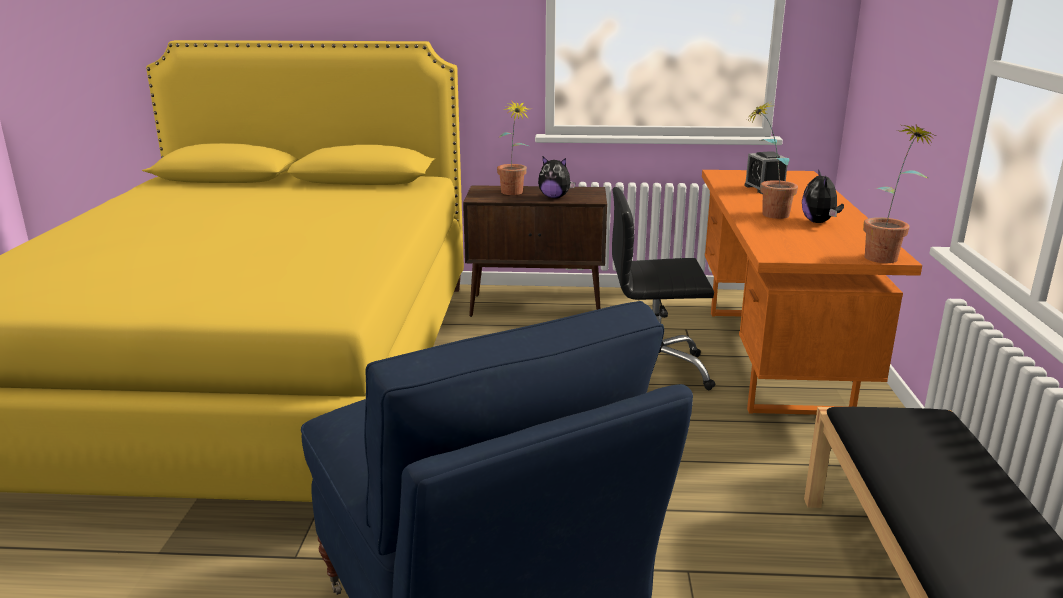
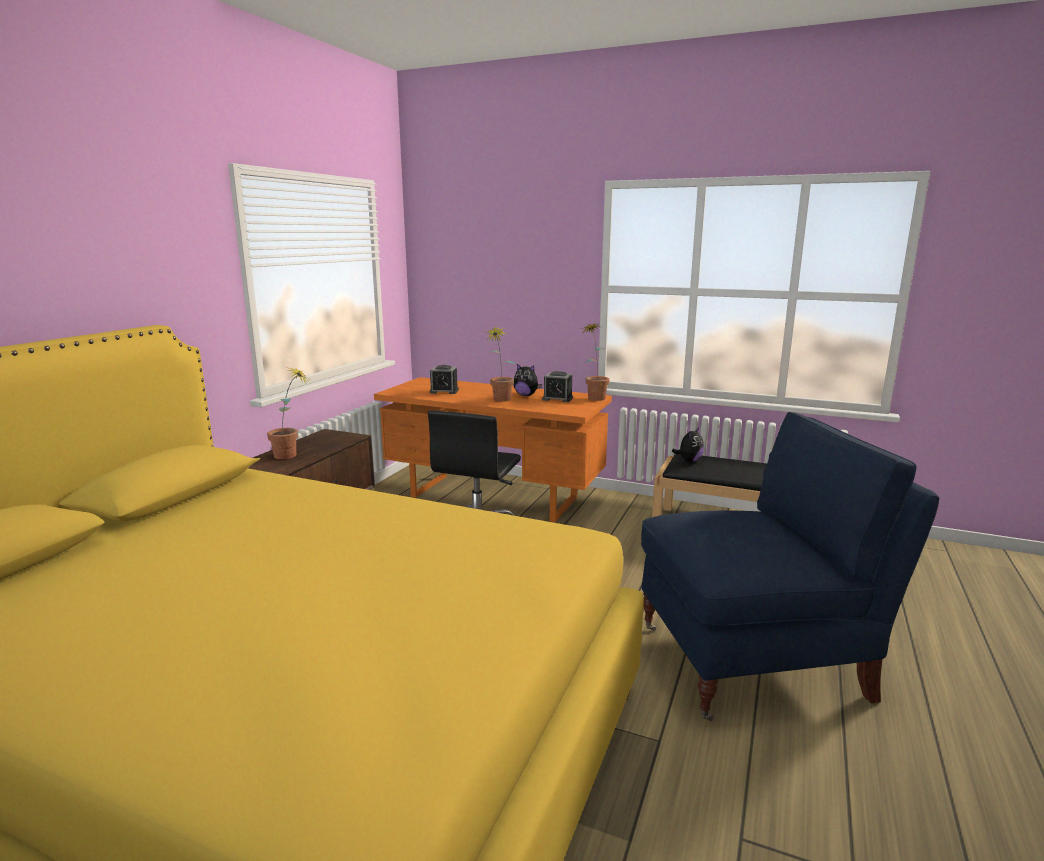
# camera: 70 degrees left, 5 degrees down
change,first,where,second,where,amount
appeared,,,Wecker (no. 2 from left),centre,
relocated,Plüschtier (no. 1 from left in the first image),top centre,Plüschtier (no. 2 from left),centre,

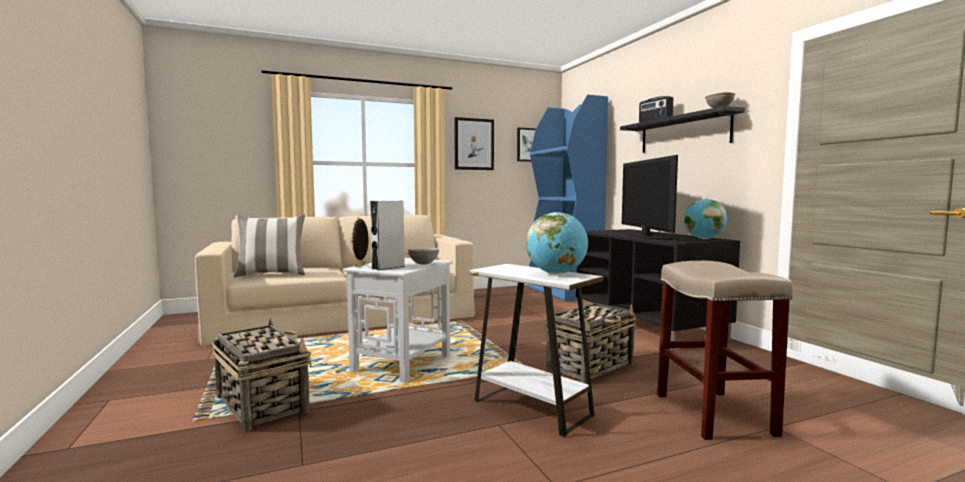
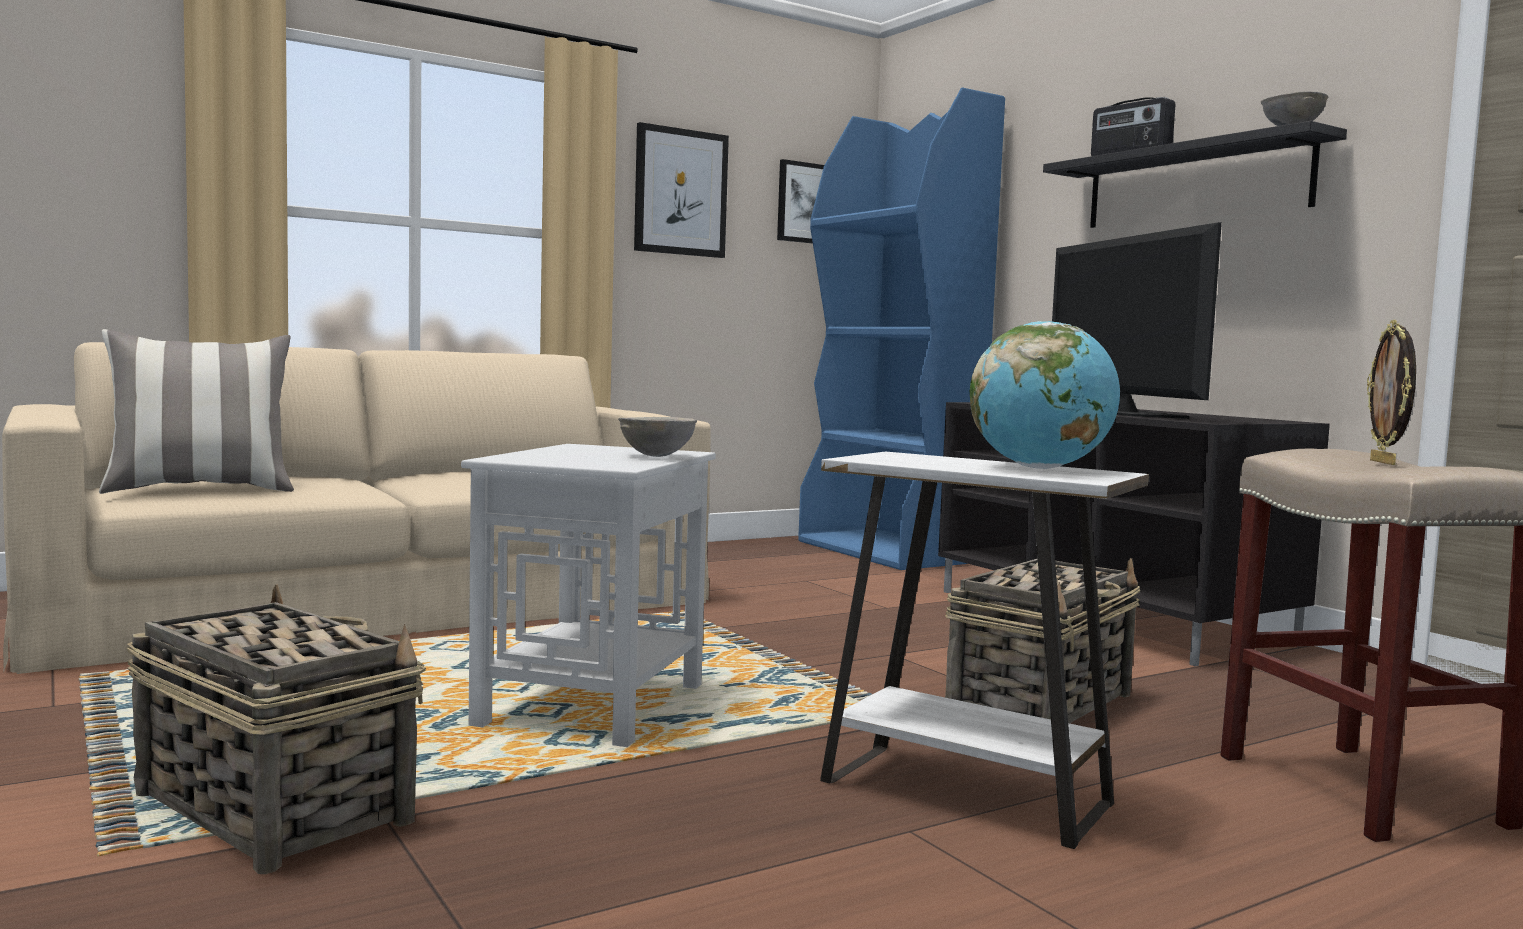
# camera: 10 degrees left, 0 degrees up
change,first,where,second,where,amount
relocated,Bilderrahmen,centre,,middle right,
missing,Lautsprecher/grau,centre,,,
missing,Globus (no. 2 from left),middle right,,,

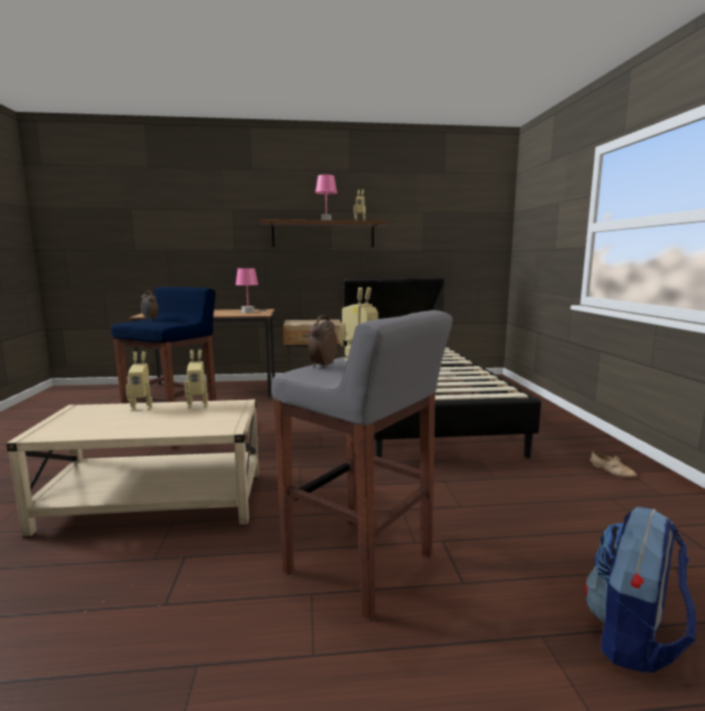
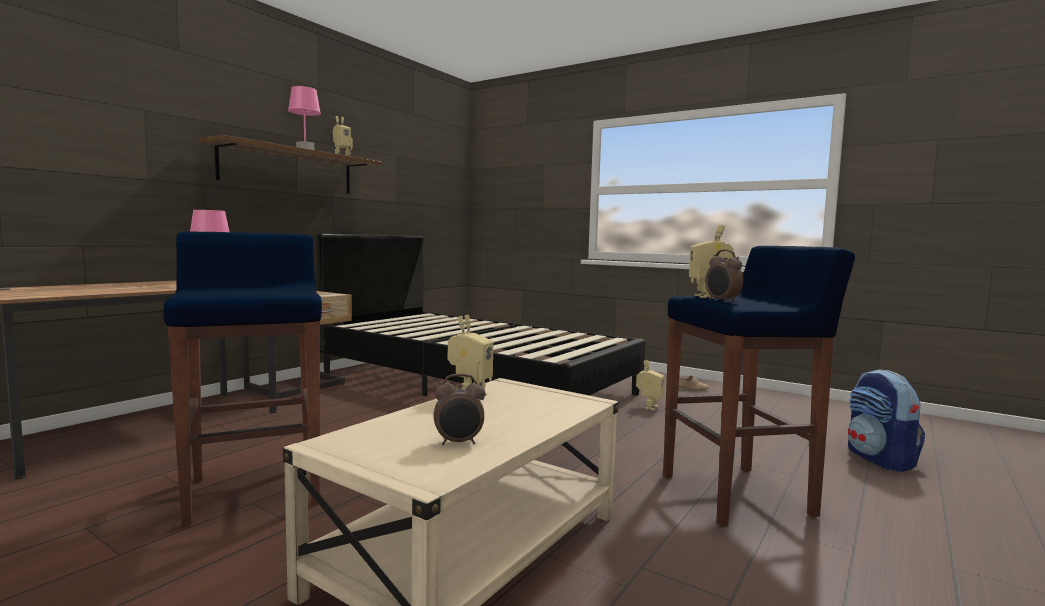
# camera: 50 degrees left, 5 degrees down
change,first,where,second,where,amount
relocated,Wecker (no. 1 from left),middle left,,bottom centre,
relocated,Spielzeugroboter (no. 1 from left in the first image),middle left,Spielzeugroboter (no. 3 from left),centre,
colour,Hocker/grau,centre,Hocker/blau (no. 2 from left),middle right,

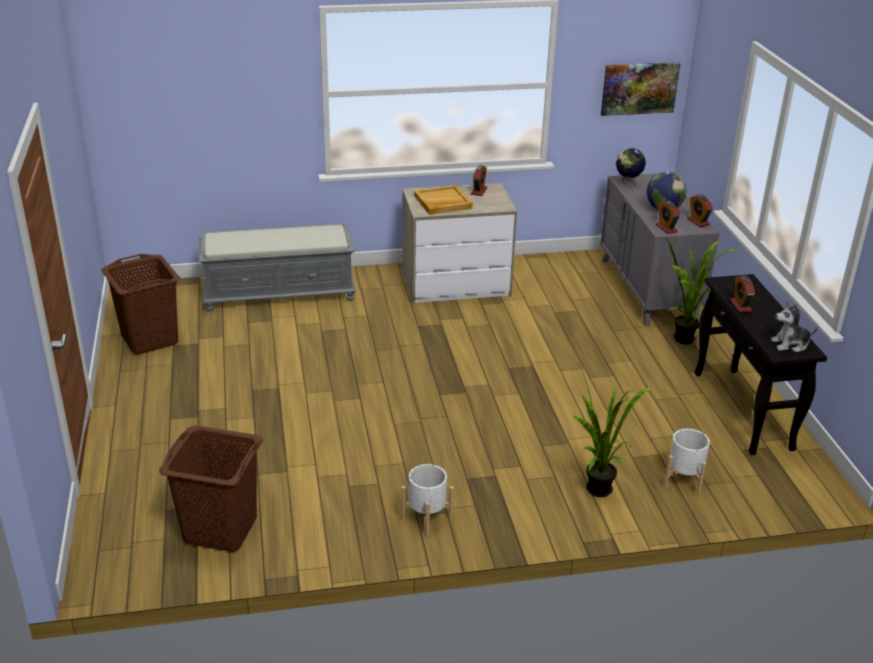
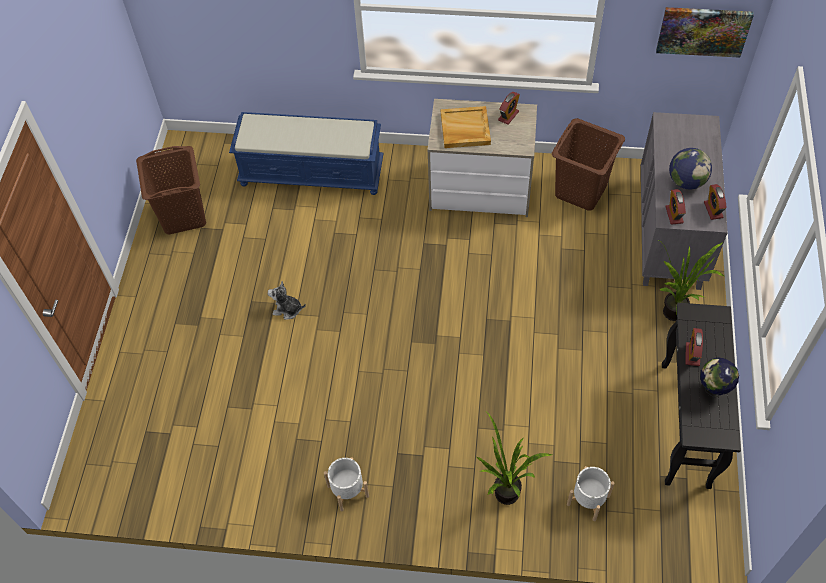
# camera: 20 degrees right, 25 degrees up
change,first,where,second,where,amount
colour,Bank/grau,middle left,Bank/blau,top centre,
relocated,Plüschtier,middle right,,centre,
relocated,Wäschekorb/braun (no. 2 from left),bottom left,,top right,
relocated,Globus (no. 1 from left in the first image),top right,Globus (no. 2 from left),middle right,

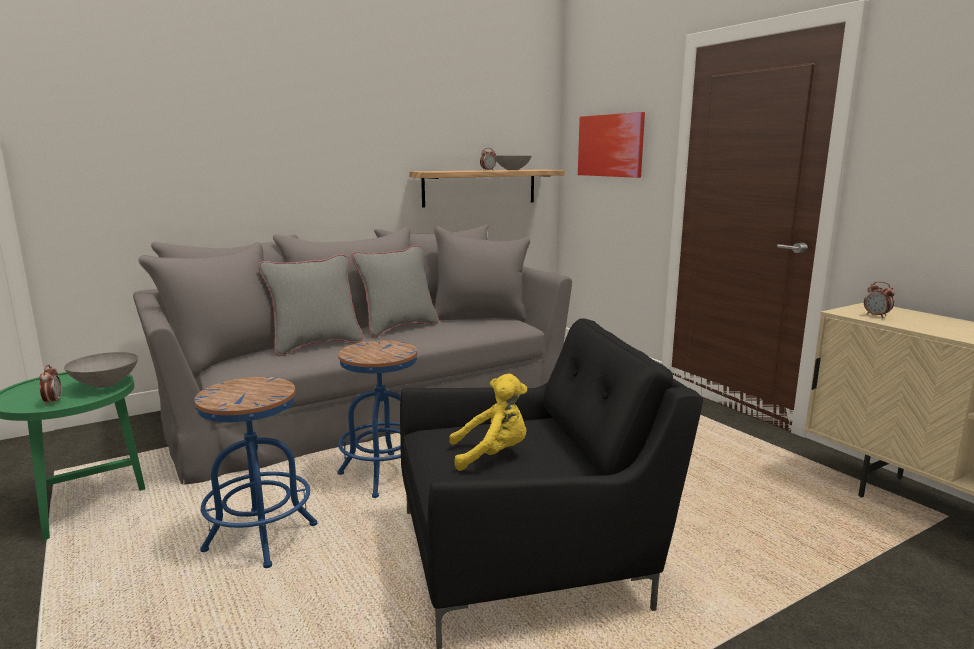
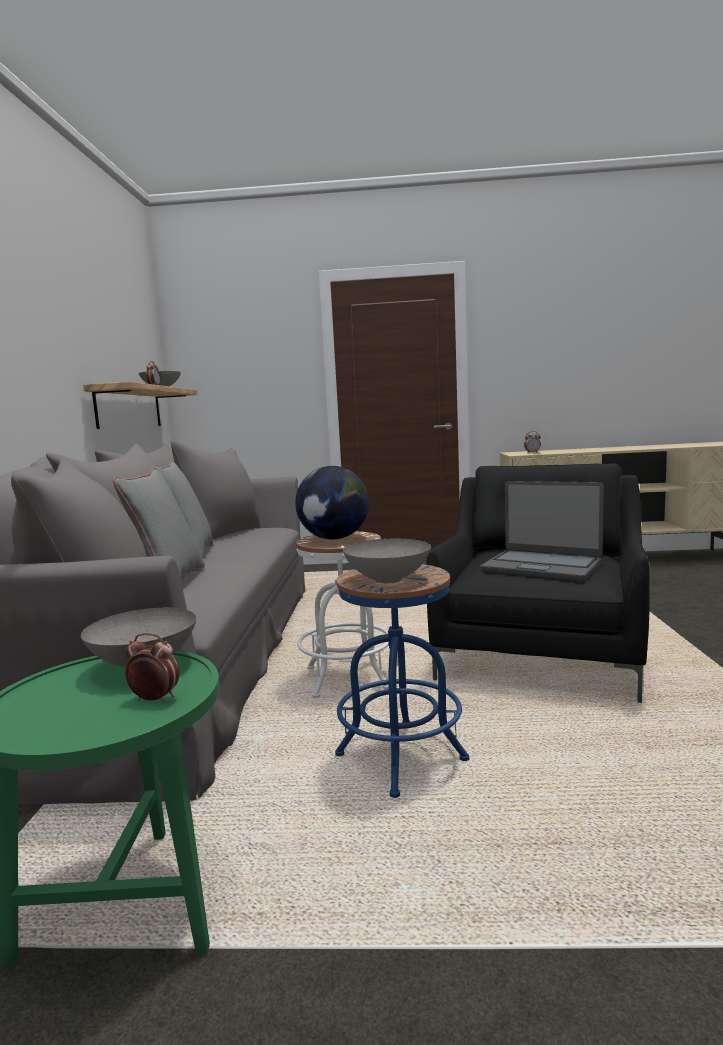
# camera: 55 degrees left, 5 degrees down
change,first,where,second,where,amount
appeared,,,Globus,centre,
colour,Hocker/blau (no. 2 from left),centre,Hocker/weiß,centre,
appeared,,,Schüssel/grau (no. 3 from left),centre,
exchanged,Plüschtier/gelb,centre,Laptop,middle right,
missing,Bild,top centre,,,

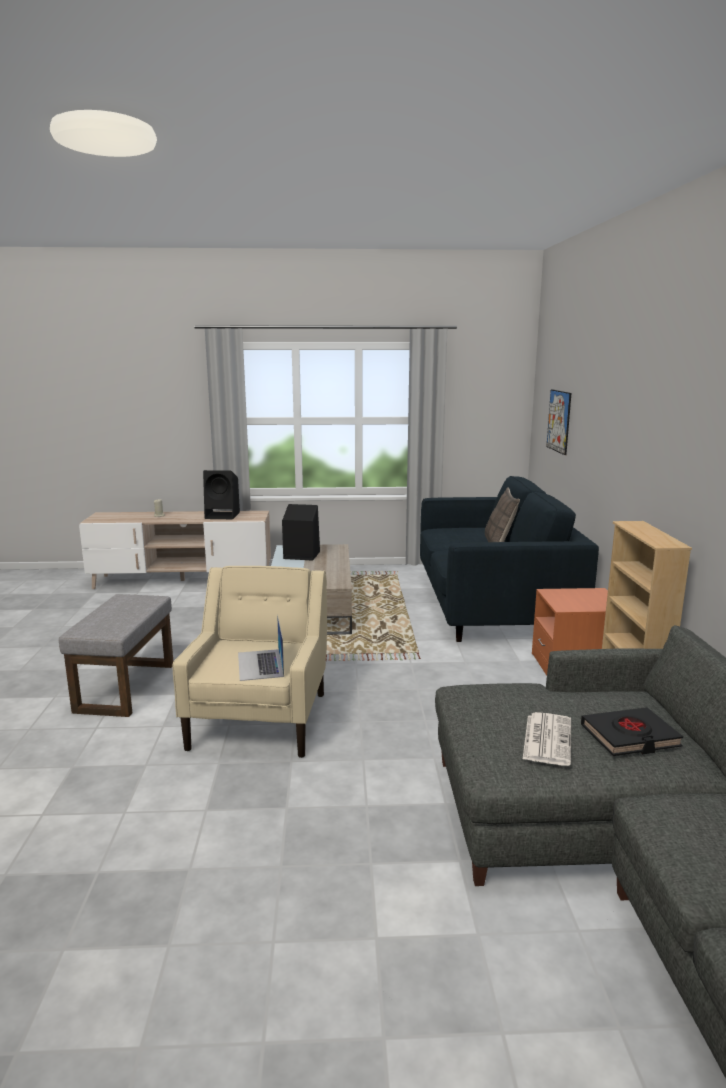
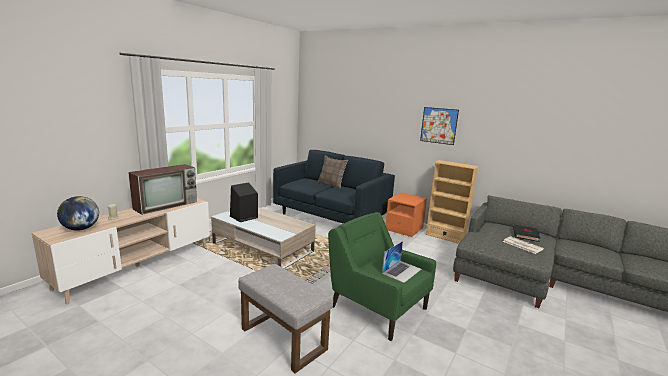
# camera: 55 degrees left, 0 degrees up
change,first,where,second,where,amount
appeared,,,Globus,middle left,
exchanged,Lautsprecher/schwarz (no. 1 from left),middle left,Fernseher,middle left,
colour,Sessel/beige,centre,Sessel/grün,bottom centre,
spun,Laptop,centre,,bottom centre,75 degrees counterclockwise
relocated,Bild,middle right,,centre,

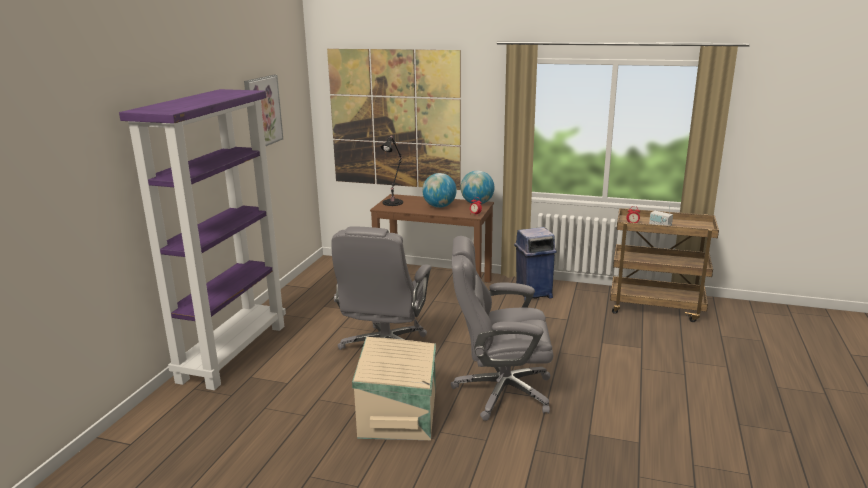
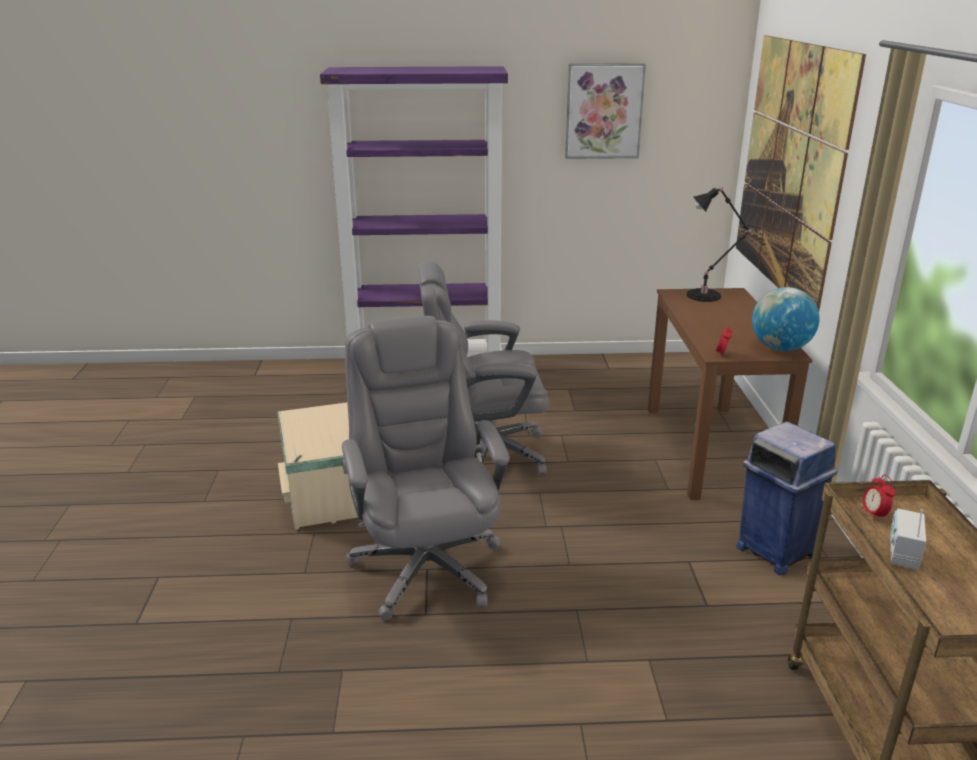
# camera: 70 degrees right, 5 degrees up
change,first,where,second,where,amount
missing,Globus (no. 1 from left),centre,,,

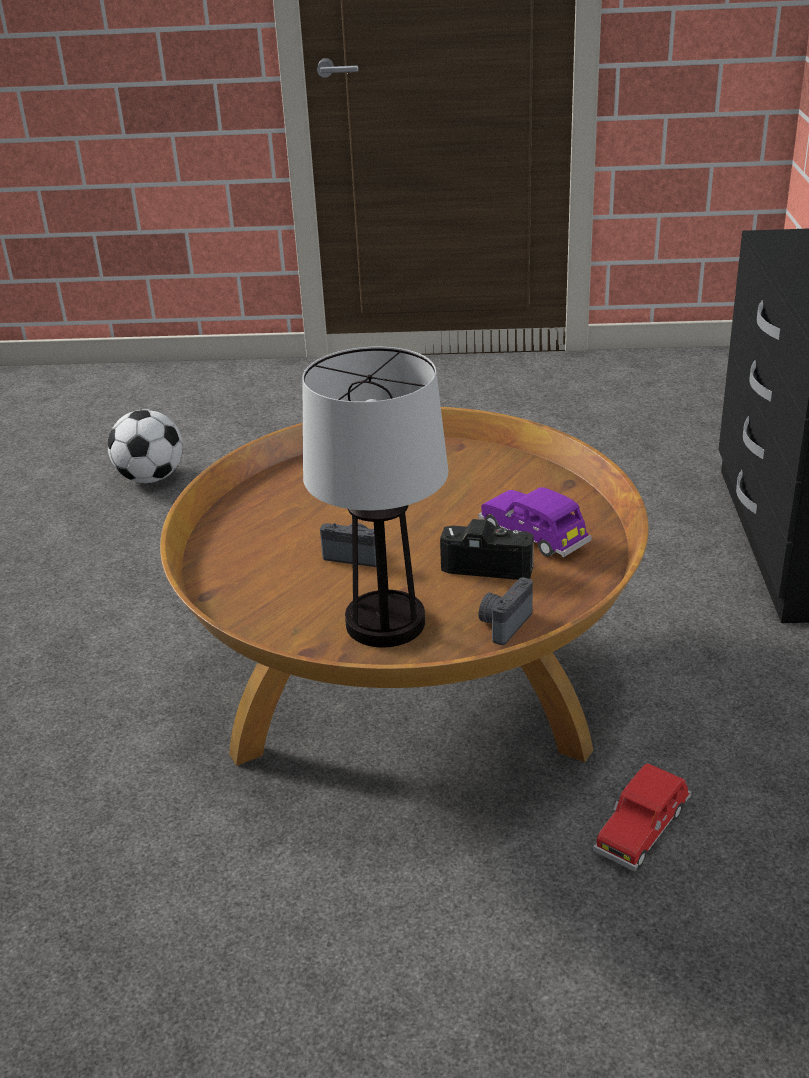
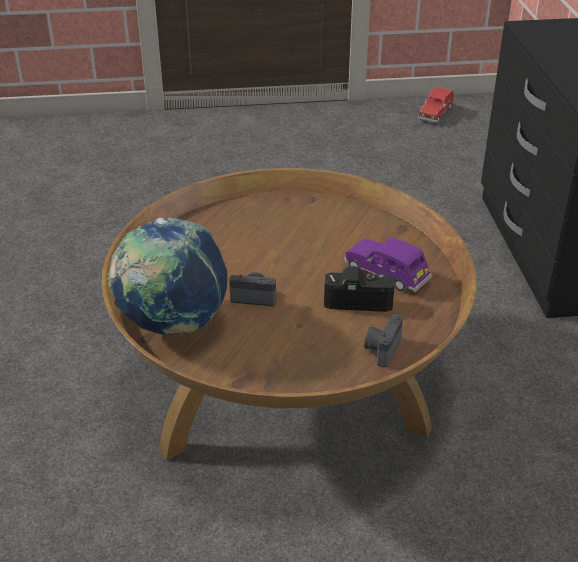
# camera: 10 degrees left, 5 degrees up
change,first,where,second,where,amount
appeared,,,Globus,middle left,
relocated,Spielzeugauto/rot,bottom right,,top right,
missing,Fußball,middle left,,,
missing,Tischlampe,centre,,,

